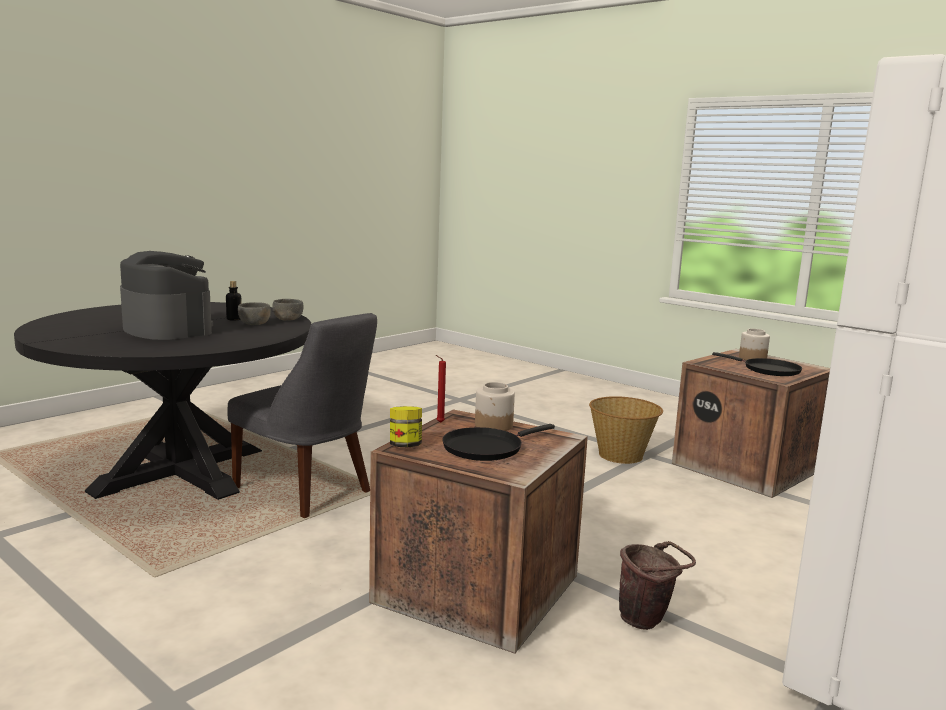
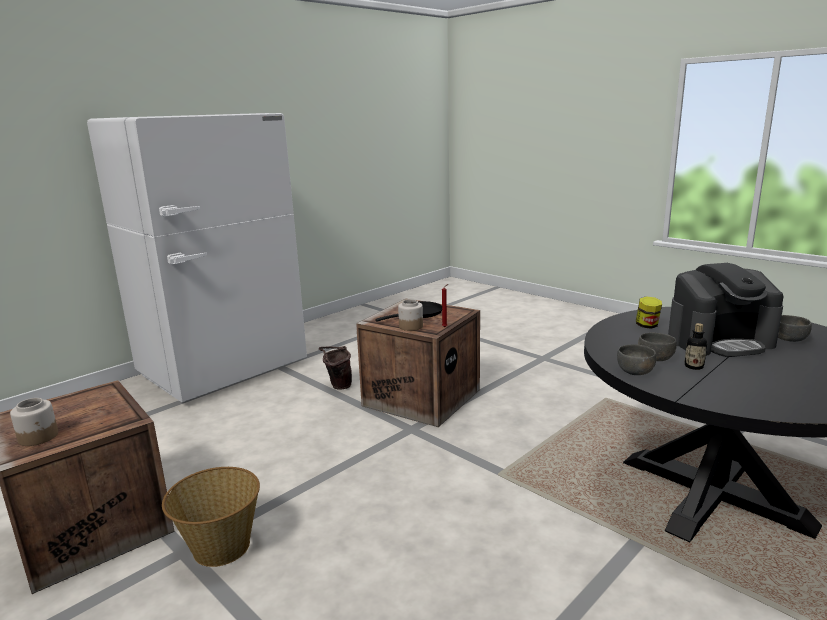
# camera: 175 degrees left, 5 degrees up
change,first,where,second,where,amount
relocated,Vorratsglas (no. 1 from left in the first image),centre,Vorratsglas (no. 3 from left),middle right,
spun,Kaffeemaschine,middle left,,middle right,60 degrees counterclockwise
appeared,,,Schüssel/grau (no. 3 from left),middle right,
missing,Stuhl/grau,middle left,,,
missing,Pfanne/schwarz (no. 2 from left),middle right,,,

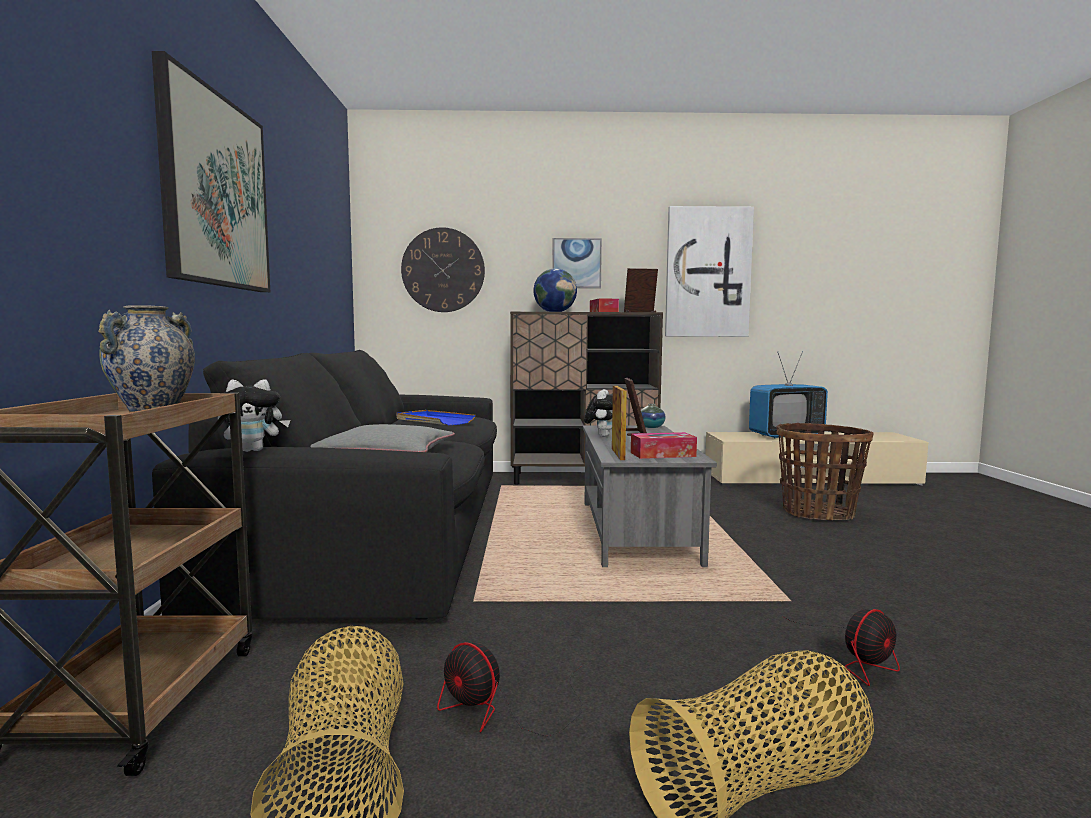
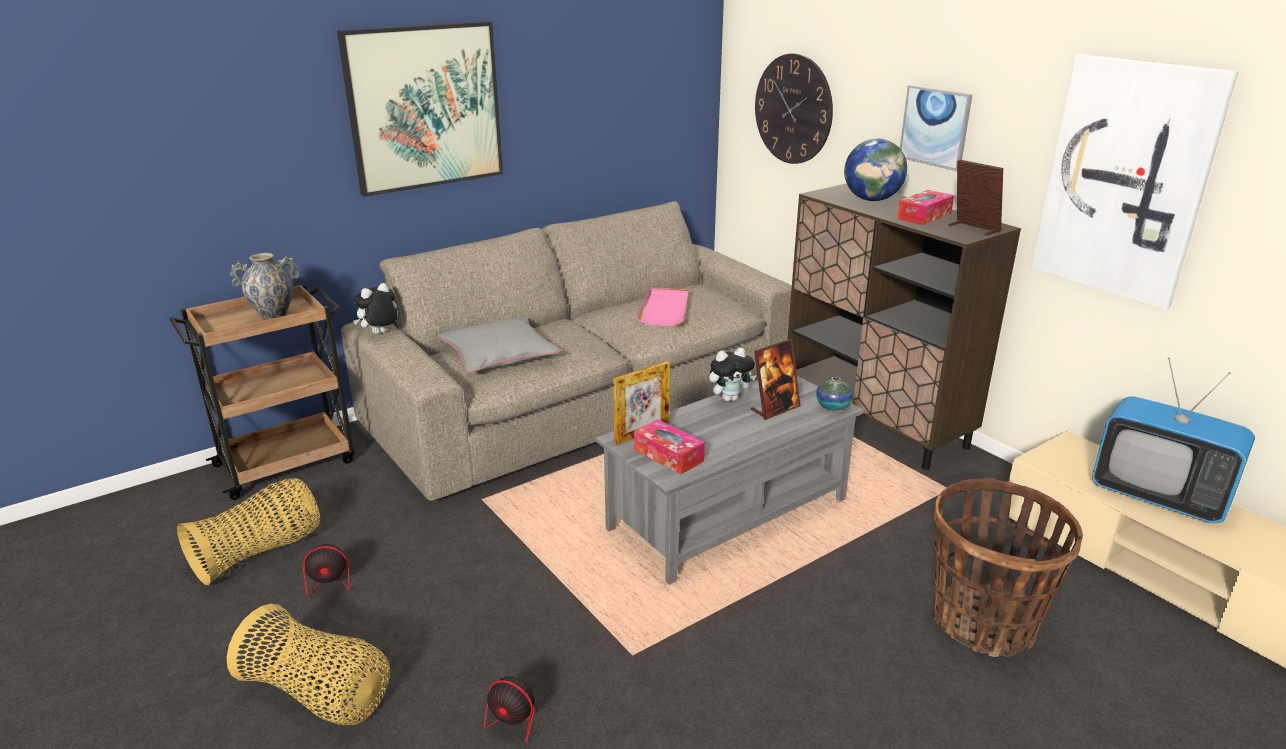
# camera: 55 degrees right, 20 degrees up
change,first,where,second,where,amount
spun,Ventilator (no. 1 from left),bottom centre,,bottom left,105 degrees counterclockwise
colour,Sofa/schwarz,middle left,Sofa/beige,centre,
spun,Plüschtier (no. 1 from left),middle left,,middle left,105 degrees clockwise
colour,Tablett/blau,centre,Tablett/rosa,centre,

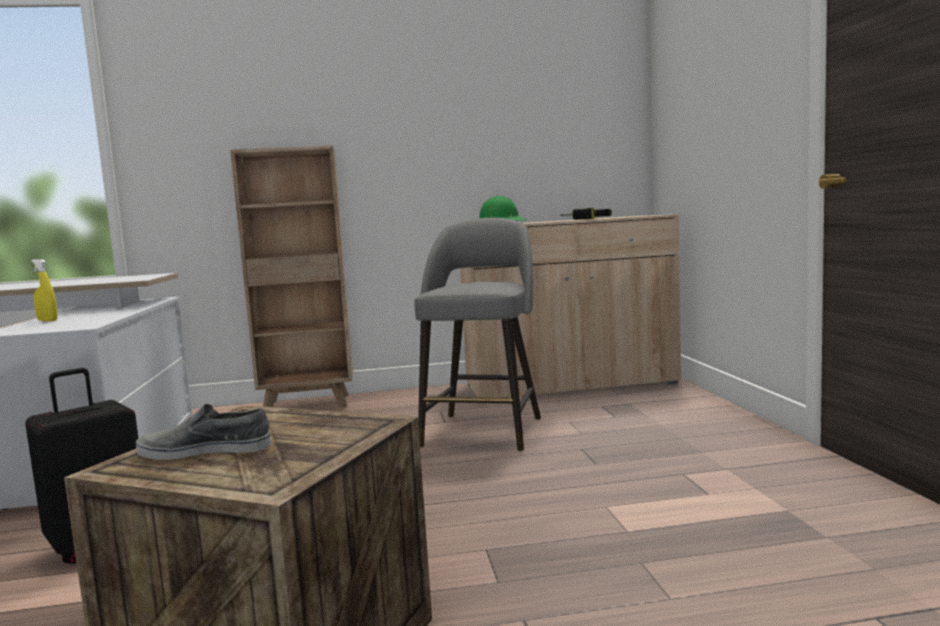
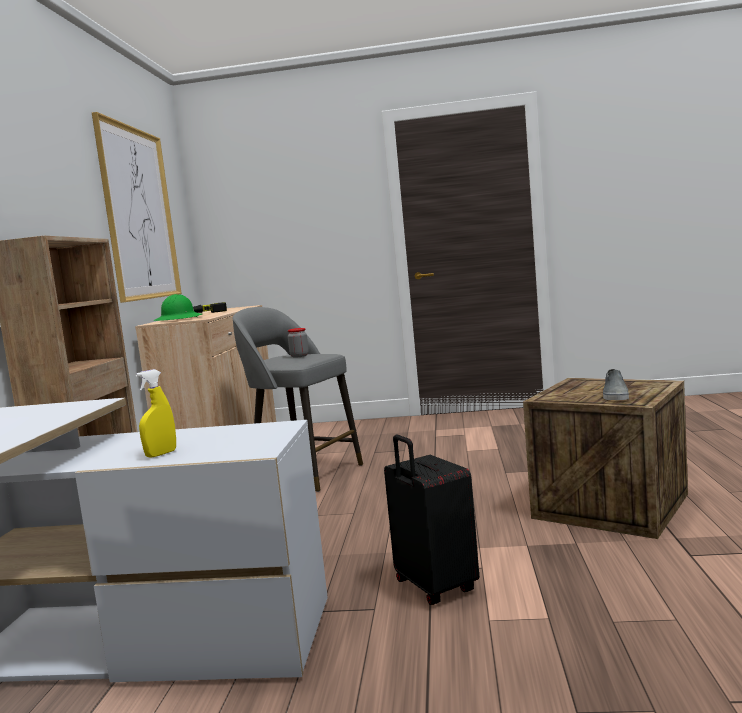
# camera: 75 degrees left, 0 degrees up
change,first,where,second,where,amount
appeared,,,Bild,top left,
appeared,,,Vorratsglas,centre,

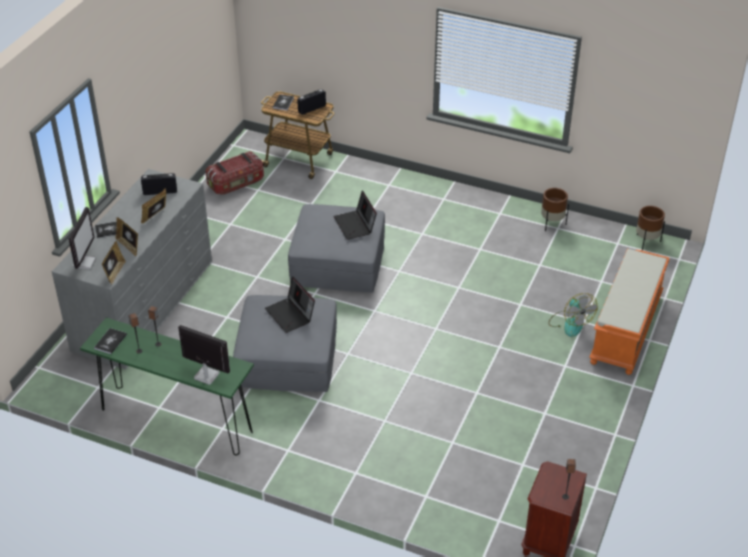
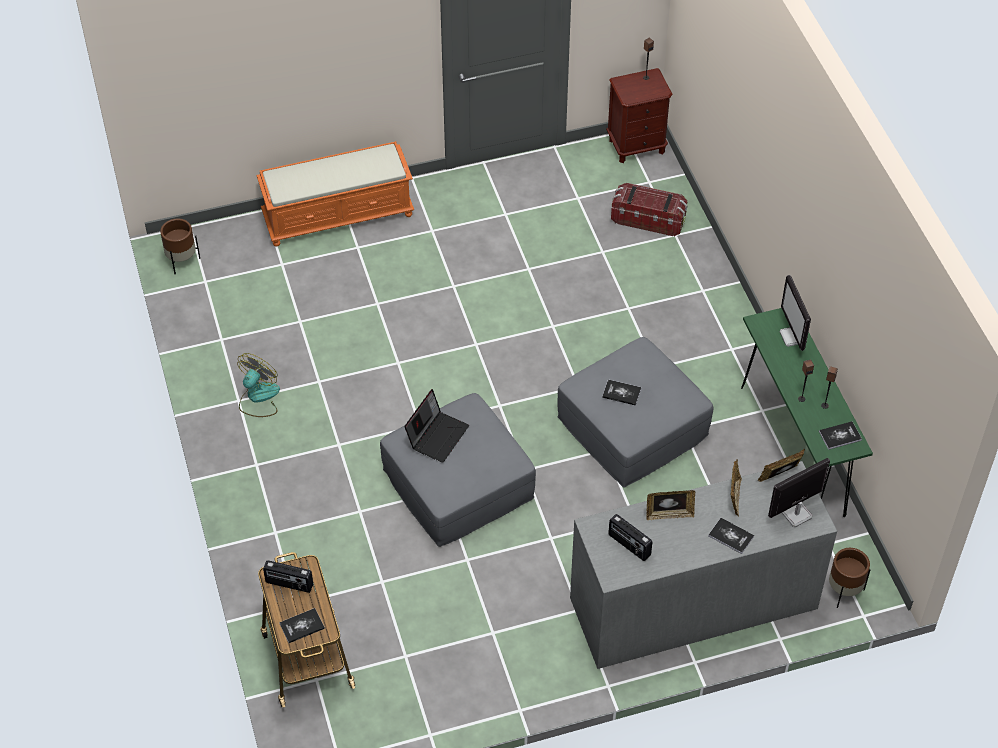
# camera: 130 degrees left, 10 degrees up
change,first,where,second,where,amount
relocated,Ventilator,middle right,,middle left,
exchanged,Laptop (no. 1 from left),centre,Buch (no. 2 from left),centre,
relocated,Aufbewahrungsbox,top left,,top centre,
relocated,Pflanzkübel/braun (no. 1 from left in the first image),middle right,Pflanzkübel/braun (no. 2 from left),bottom right,

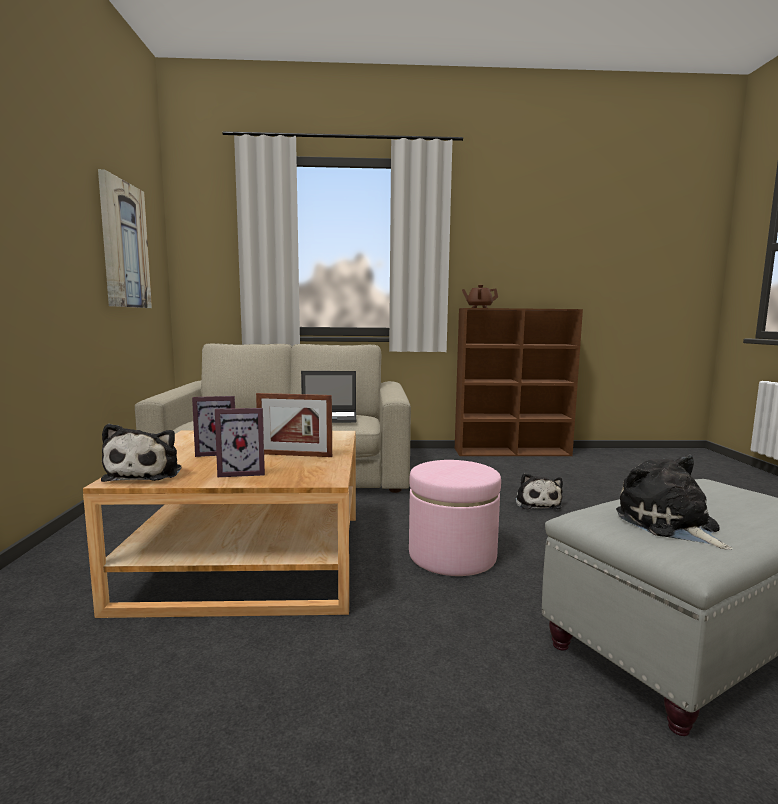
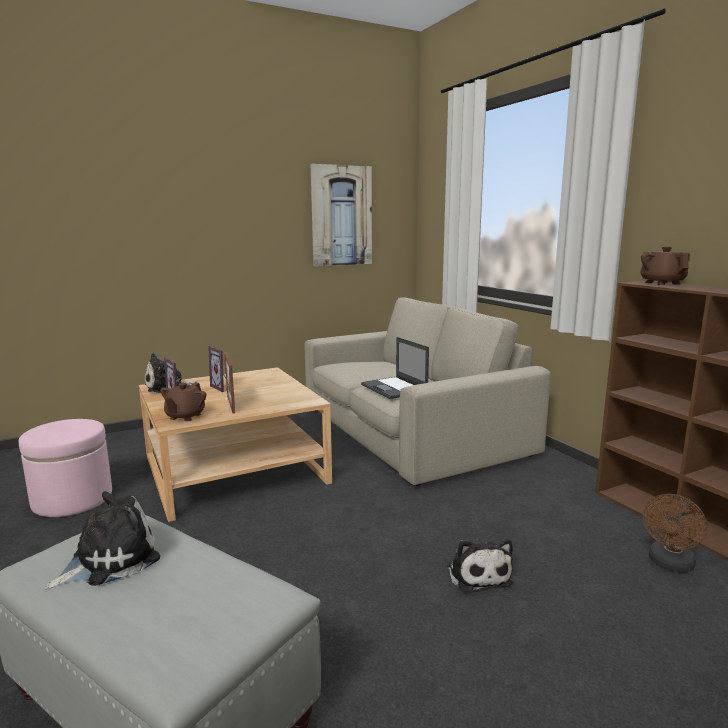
# camera: 65 degrees right, 5 degrees up
change,first,where,second,where,amount
relocated,Polsterhocker/rosa,centre,,middle left,
appeared,,,Teekanne/braun (no. 1 from left),middle left,
spun,Plüschtier (no. 2 from left in the first image),middle right,Plüschtier (no. 3 from left),bottom centre,75 degrees counterclockwise
appeared,,,Ventilator/braun,bottom right,

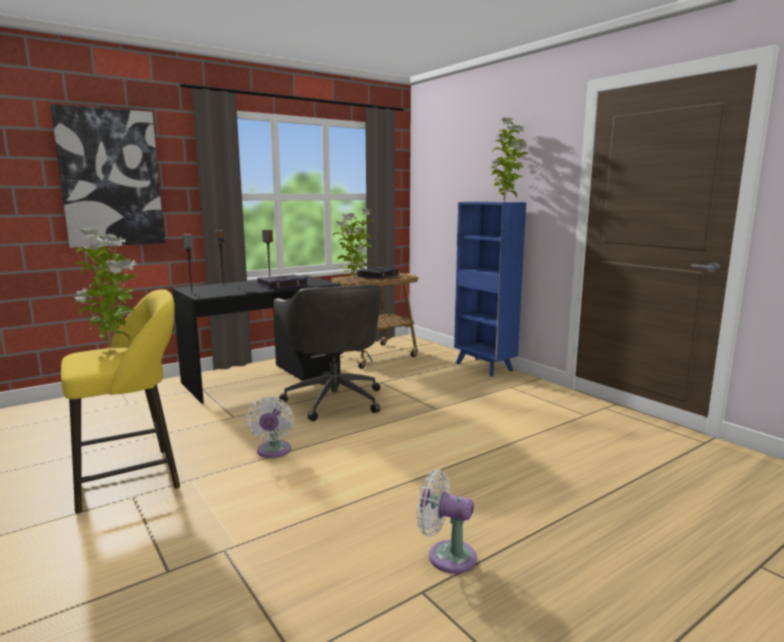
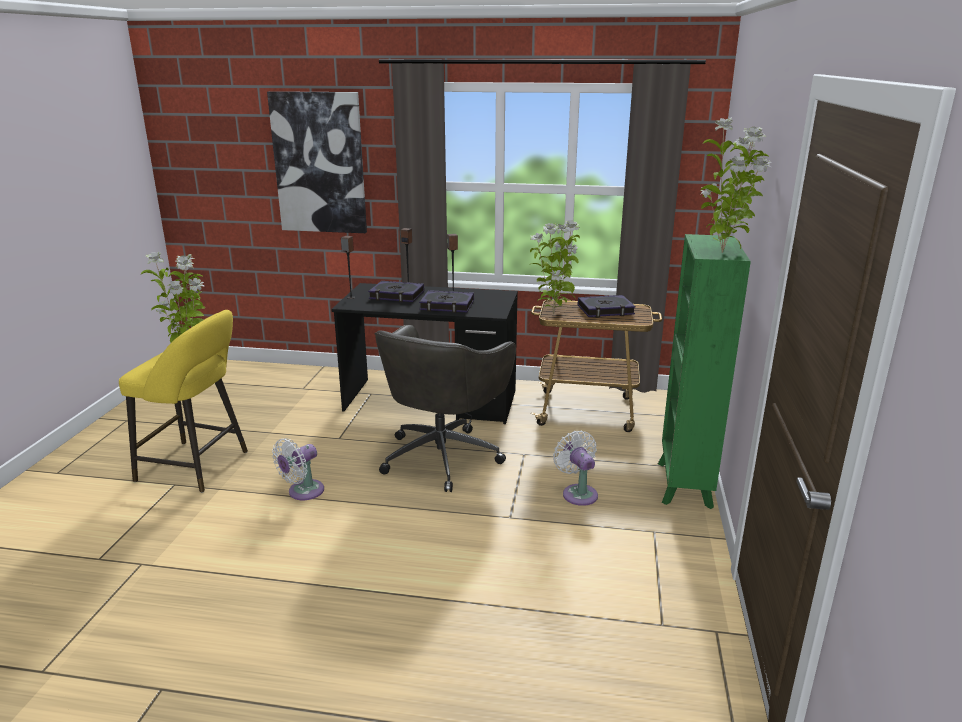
# camera: 45 degrees right, 10 degrees up
change,first,where,second,where,amount
appeared,,,Buch (no. 1 from left),centre,
relocated,Ventilator/weiß (no. 2 from left),bottom centre,,centre,
colour,Bücherregal/blau,centre,Bücherregal/grün,middle right,

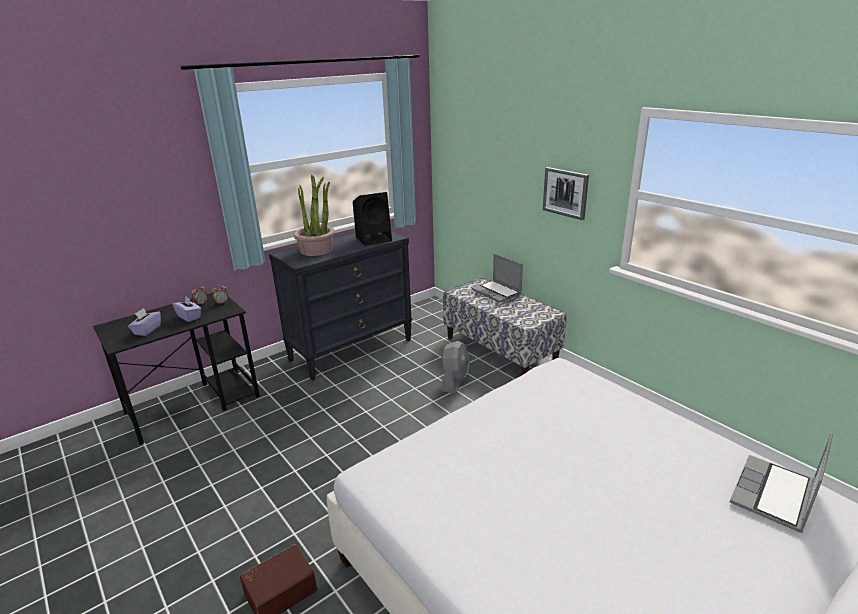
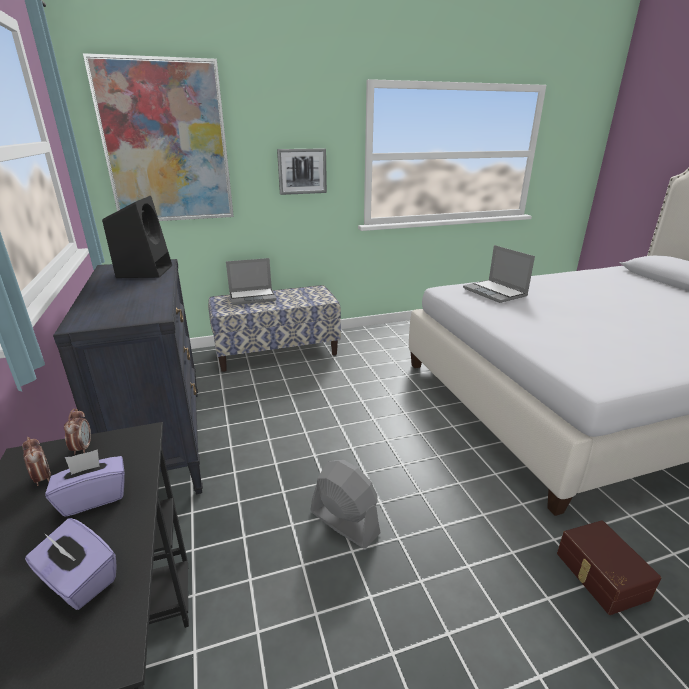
# camera: 70 degrees left, 0 degrees up
change,first,where,second,where,amount
appeared,,,Bild (no. 1 from left),top left,
relocated,Ventilator/grau,centre,,bottom centre,
relocated,Laptop (no. 2 from left),bottom right,,middle right,
missing,Topfpflanze,centre,,,

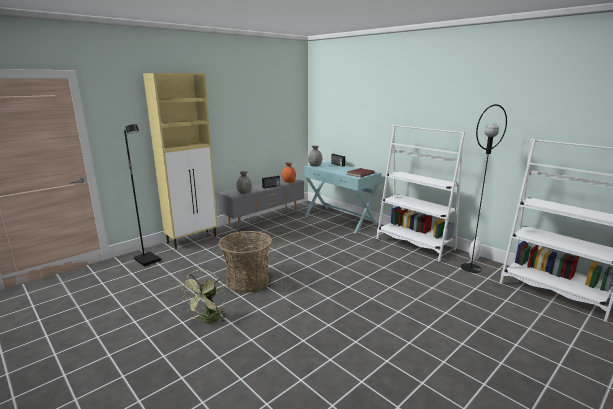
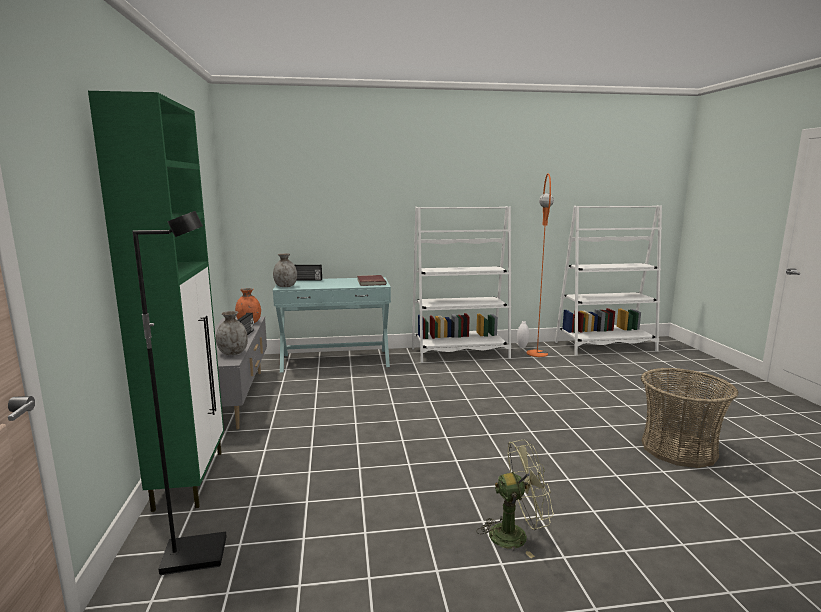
# camera: 55 degrees left, 5 degrees down
change,first,where,second,where,amount
colour,Schrank/beige,middle left,Schrank/grün,middle left,
spun,Ventilator/grün,bottom left,,bottom centre,60 degrees counterclockwise
colour,Stehlampe/schwarz (no. 2 from left),middle right,Stehlampe/orange,centre,
relocated,Korb,centre,,bottom right,

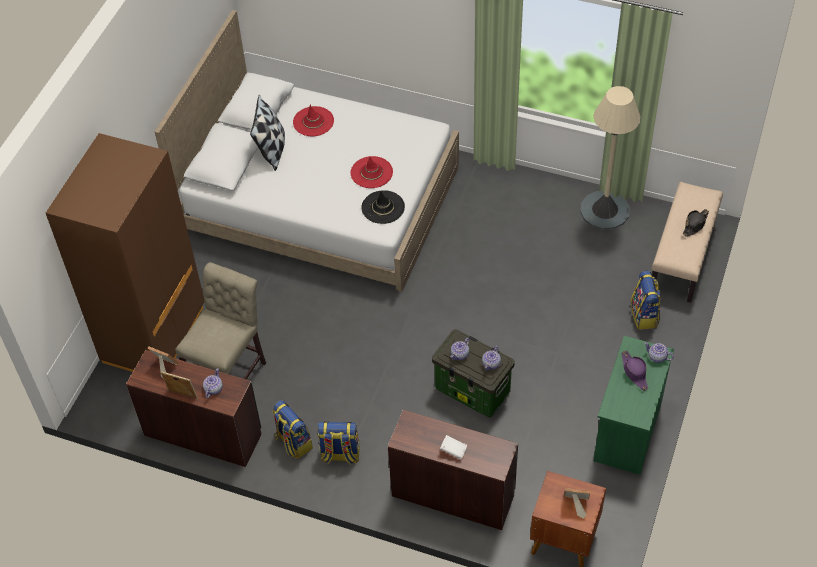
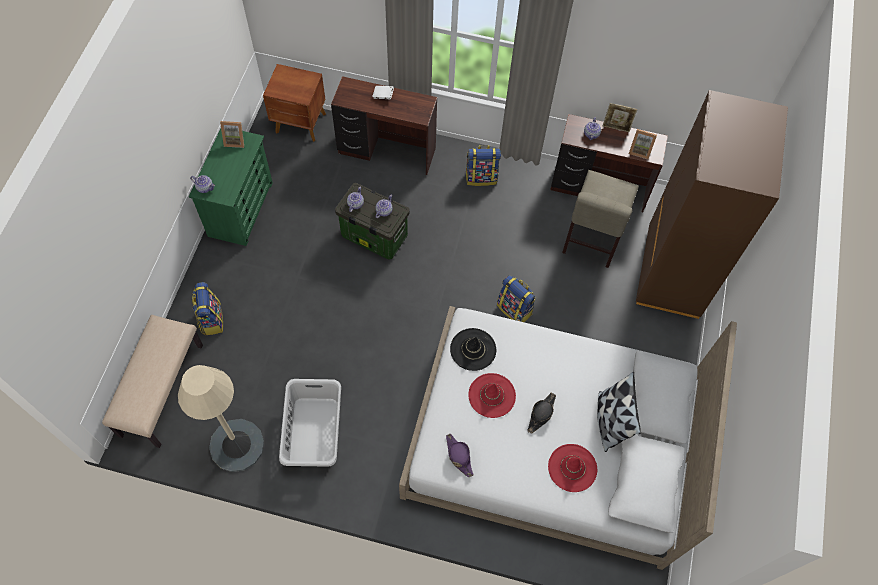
# camera: 170 degrees right, 10 degrees up
change,first,where,second,where,amount
relocated,Bilderrahmen (no. 3 from left in the first image),bottom right,Bilderrahmen (no. 1 from left),top left,
appeared,,,Wäschekorb/grau,bottom centre,
relocated,Hut/lila,middle right,,bottom centre,
relocated,Rucksack (no. 1 from left in the first image),bottom centre,Rucksack (no. 3 from left),centre,
relocated,Hut/schwarz (no. 2 from left),middle right,,bottom centre,

